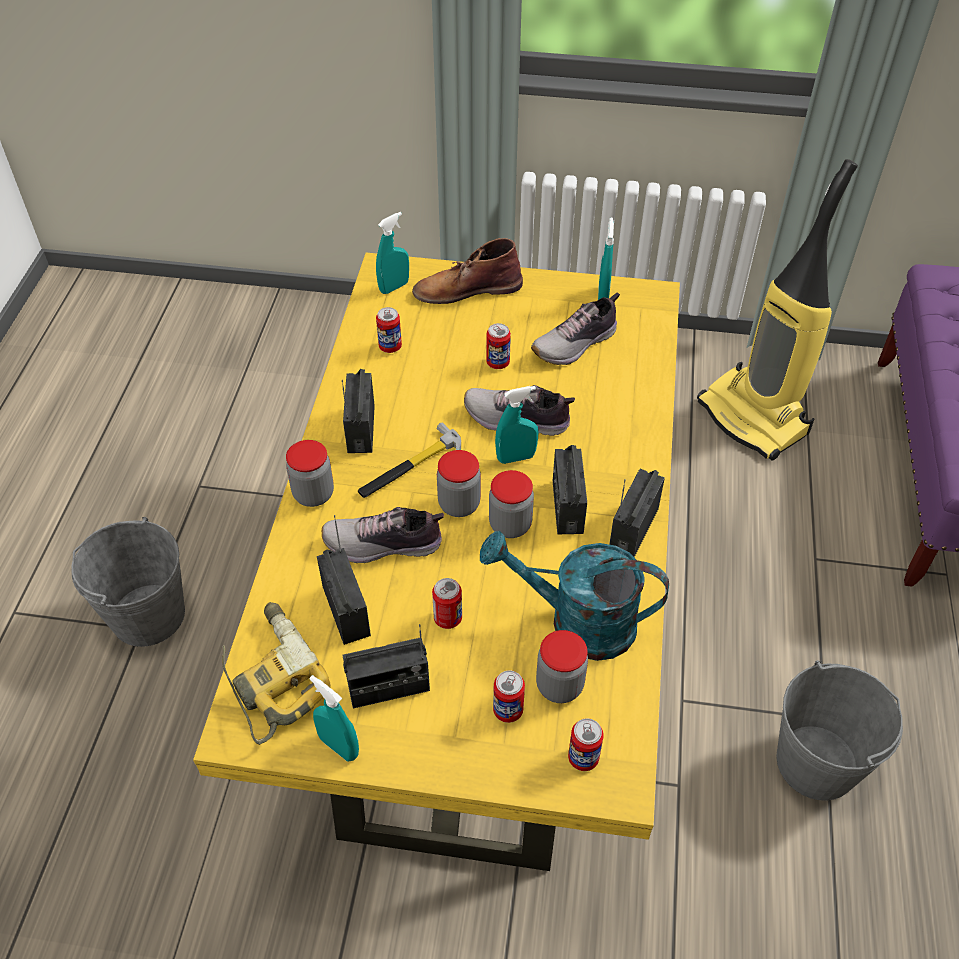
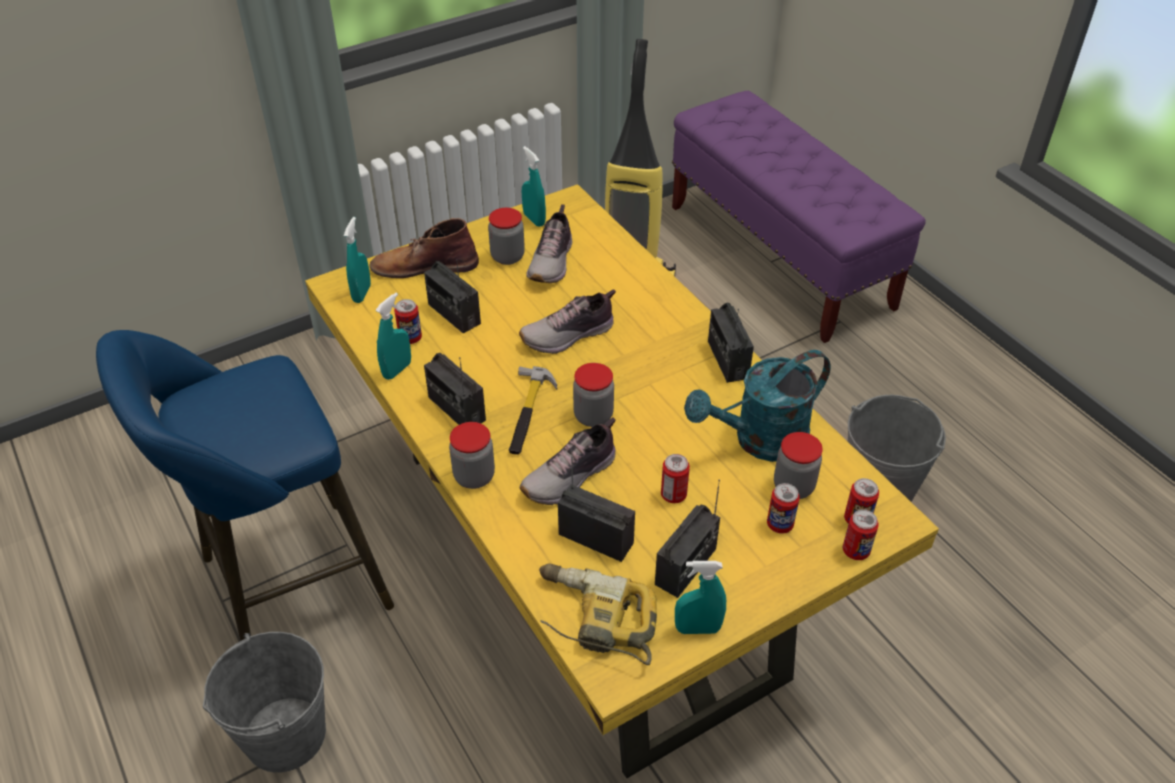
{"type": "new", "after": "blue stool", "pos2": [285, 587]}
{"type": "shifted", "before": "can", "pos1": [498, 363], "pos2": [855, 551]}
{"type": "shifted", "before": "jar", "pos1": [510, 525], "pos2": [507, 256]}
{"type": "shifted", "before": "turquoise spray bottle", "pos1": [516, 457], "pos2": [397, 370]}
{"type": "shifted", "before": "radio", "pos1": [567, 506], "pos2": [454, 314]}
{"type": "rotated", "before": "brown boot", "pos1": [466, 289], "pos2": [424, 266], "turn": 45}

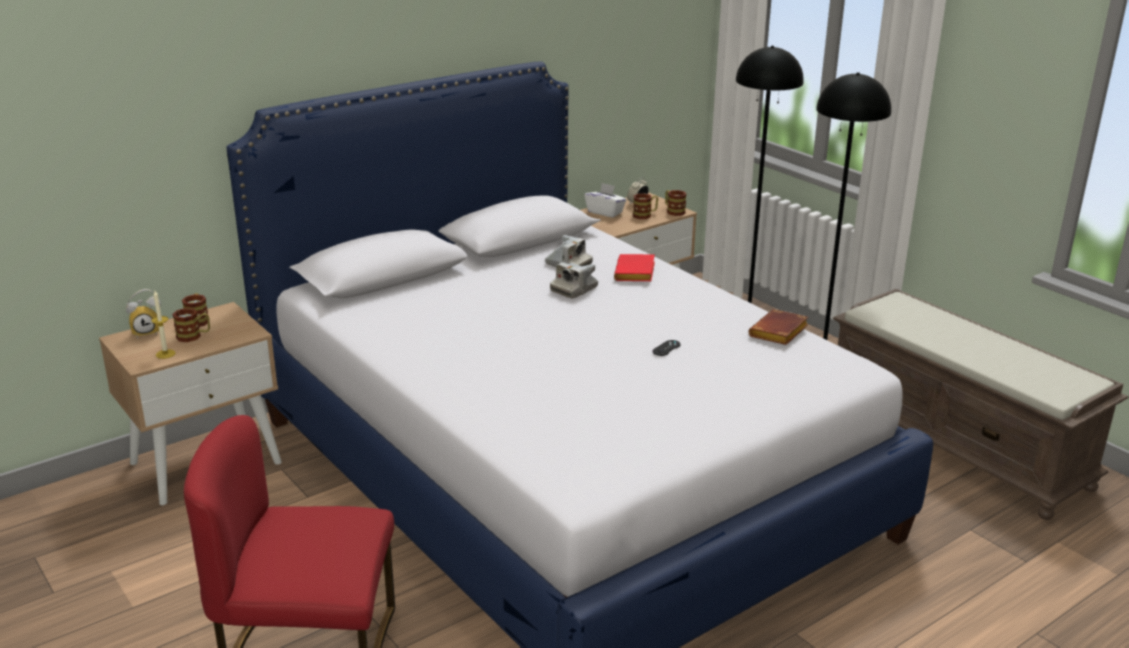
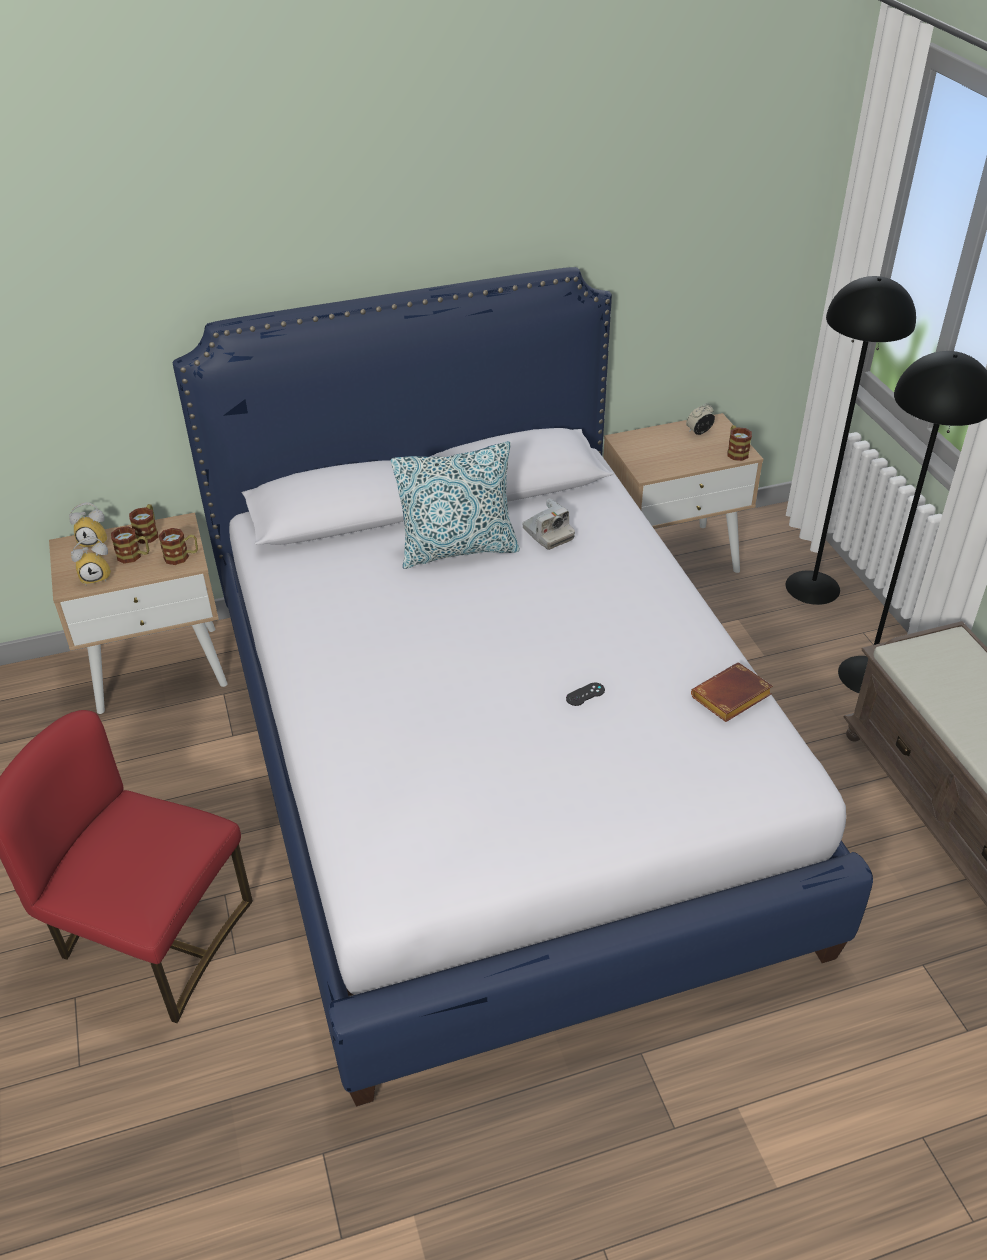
{"type": "gone", "before": "photo camera", "pos1": [574, 289]}
{"type": "gone", "before": "white tissue box", "pos1": [605, 212]}
{"type": "gone", "before": "red book", "pos1": [636, 273]}
{"type": "new", "after": "pillow", "pos2": [458, 550]}
{"type": "shifted", "before": "mug", "pos1": [645, 215], "pos2": [182, 557]}
{"type": "swapped", "before": "candle", "after": "alarm clock", "pos1": [165, 354], "pos2": [97, 576]}

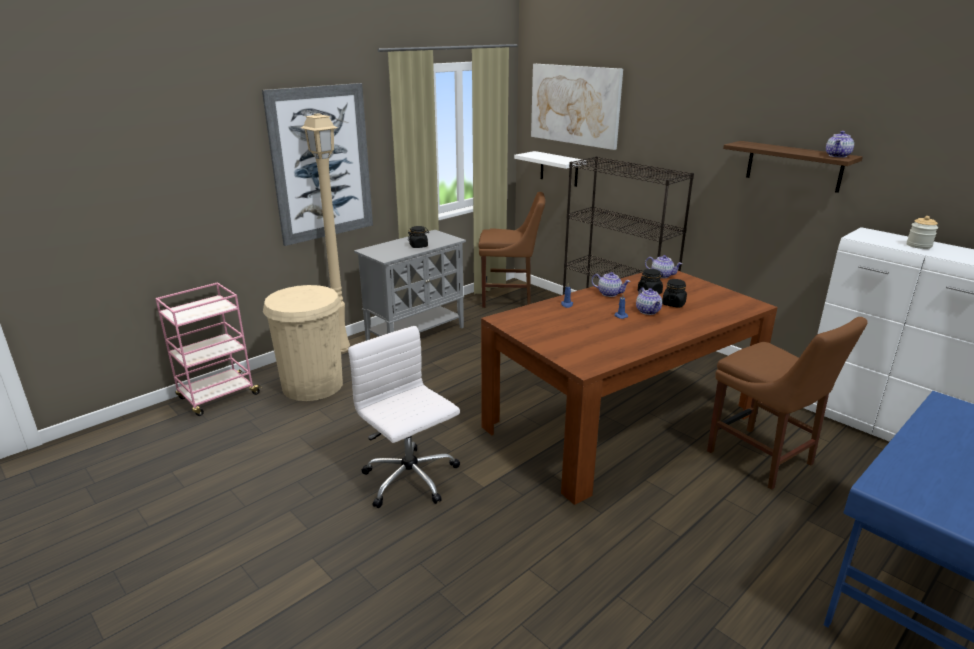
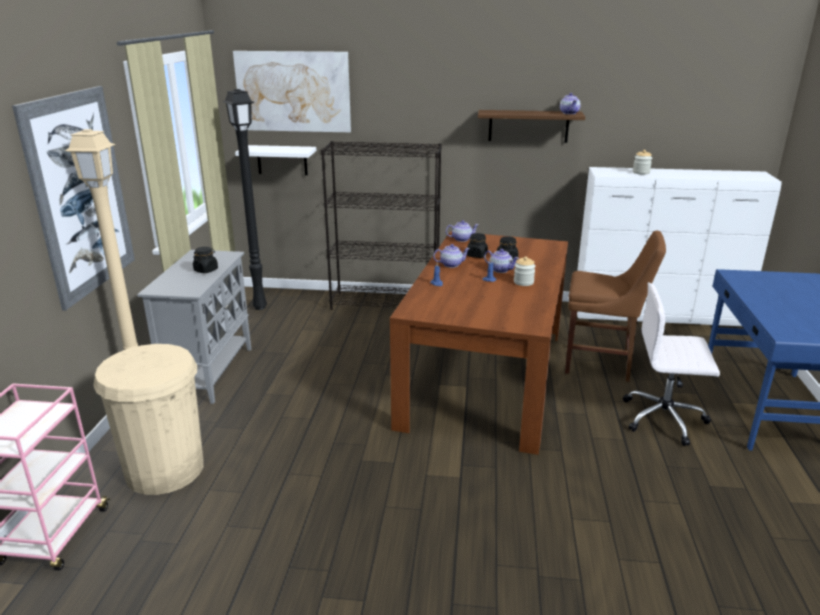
{"type": "new", "after": "jar", "pos2": [523, 282]}
{"type": "shifted", "before": "white office chair", "pos1": [411, 480], "pos2": [665, 418]}
{"type": "swapped", "before": "brown chair", "after": "black floor lamp", "pos1": [510, 299], "pos2": [261, 307]}

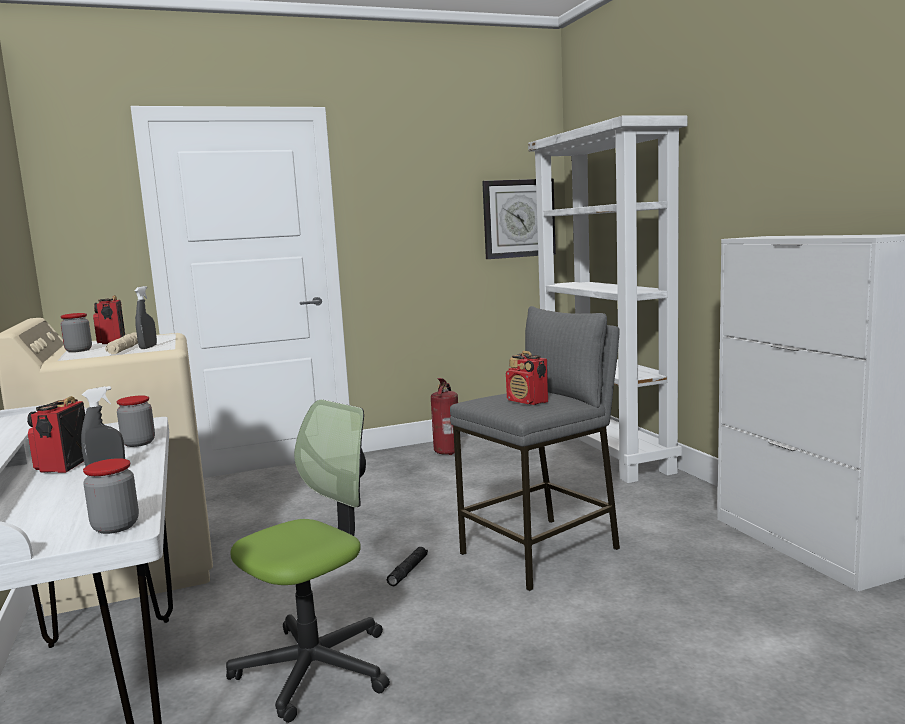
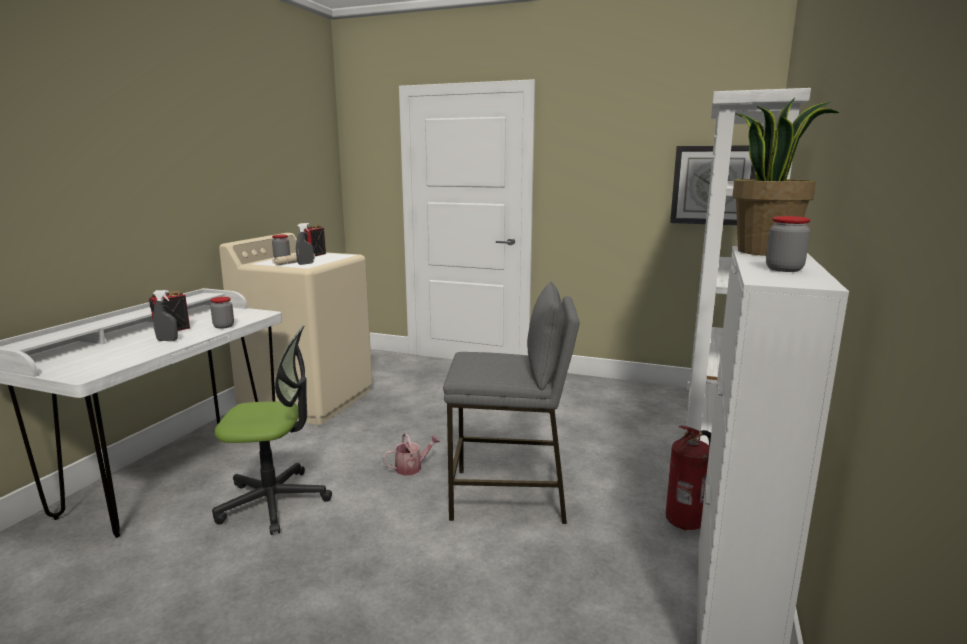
{"type": "gone", "before": "radio", "pos1": [528, 402]}
{"type": "new", "after": "potted plant", "pos2": [765, 252]}
{"type": "shifted", "before": "jar", "pos1": [115, 527], "pos2": [784, 269]}
{"type": "shifted", "before": "fire extinguisher", "pos1": [448, 451], "pos2": [686, 521]}
{"type": "swapped", "before": "black flashlight", "after": "watering can", "pos1": [408, 571], "pos2": [412, 468]}

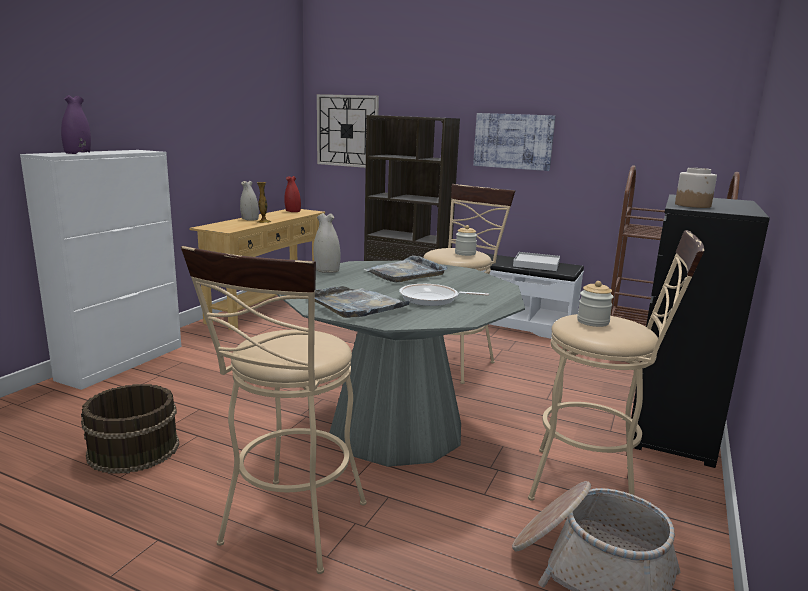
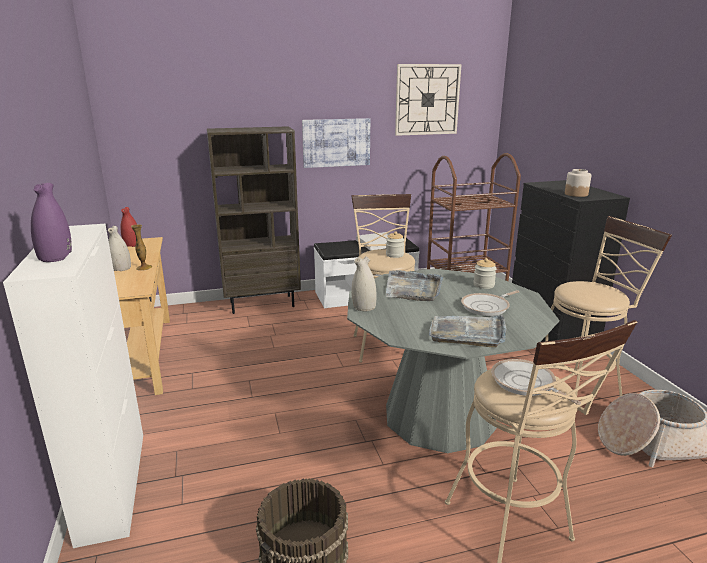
{"type": "new", "after": "frying pan", "pos2": [525, 383]}
{"type": "shifted", "before": "wall clock", "pos1": [347, 131], "pos2": [427, 100]}
{"type": "shifted", "before": "jar", "pos1": [593, 322], "pos2": [483, 285]}

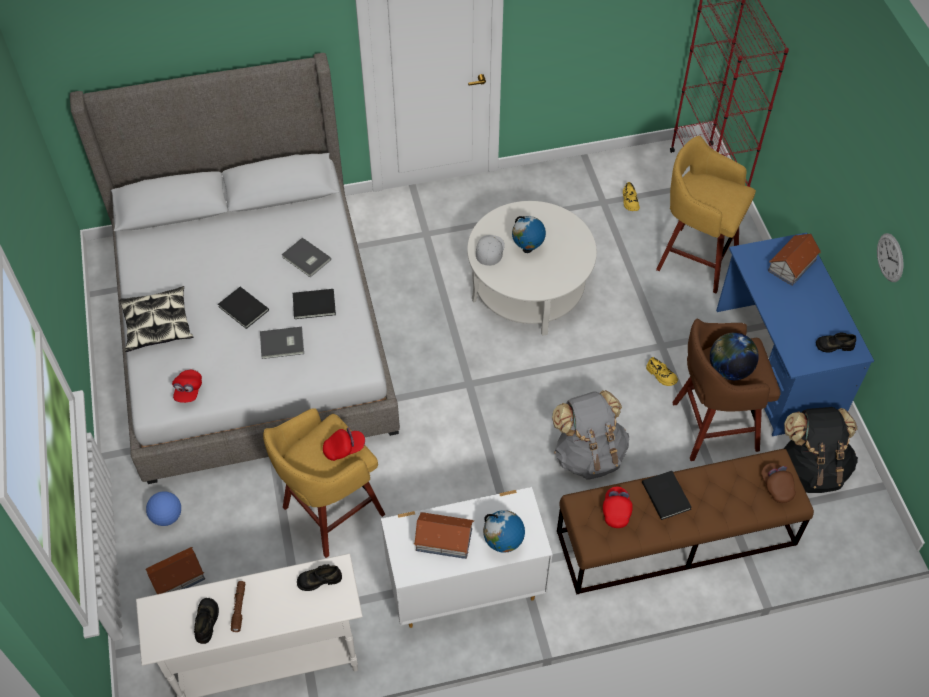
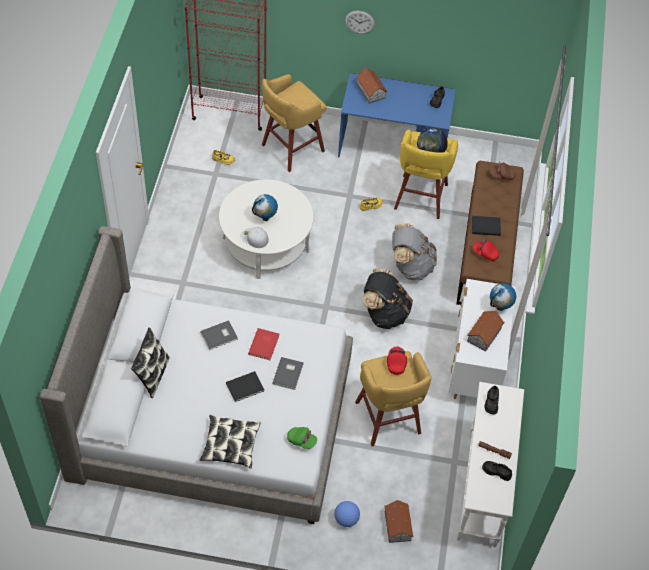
{"type": "new", "after": "pillow", "pos2": [152, 375]}
{"type": "shifted", "before": "black backpack", "pos1": [811, 469], "pos2": [385, 313]}
{"type": "shifted", "before": "wall clock", "pos1": [890, 257], "pos2": [359, 22]}
{"type": "repainted", "before": "red cap", "after": "green cap", "pos1": [188, 391], "pos2": [302, 440]}
{"type": "repainted", "before": "black book", "after": "red book", "pos1": [315, 306], "pos2": [265, 344]}
{"type": "repainted", "before": "brown stool", "after": "yellow stool", "pos1": [711, 426], "pos2": [420, 198]}

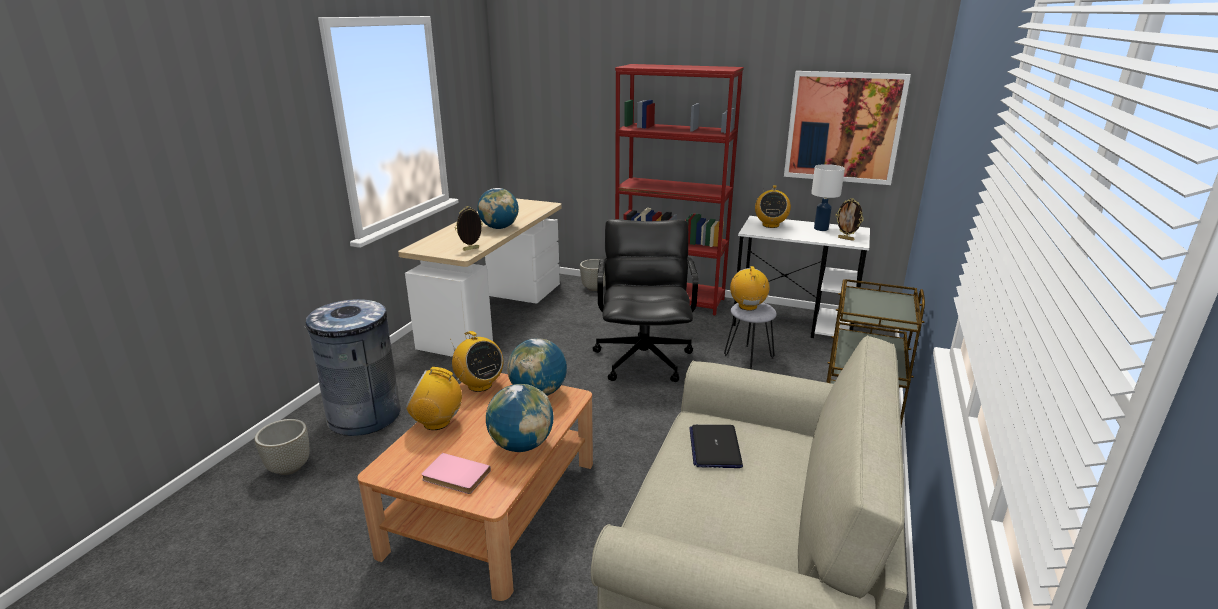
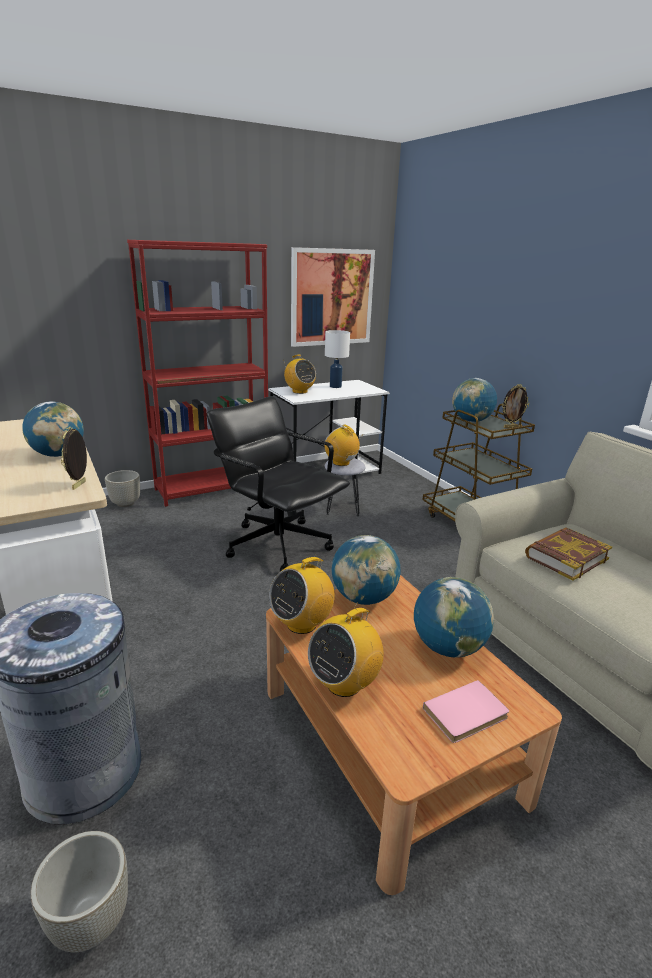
{"type": "new", "after": "globe", "pos2": [471, 421]}
{"type": "shifted", "before": "picture frame", "pos1": [846, 239], "pos2": [511, 427]}
{"type": "swapped", "before": "laptop", "after": "book", "pos1": [715, 447], "pos2": [565, 557]}
{"type": "rotated", "before": "radio", "pos1": [479, 385], "pos2": [302, 623], "turn": 135}

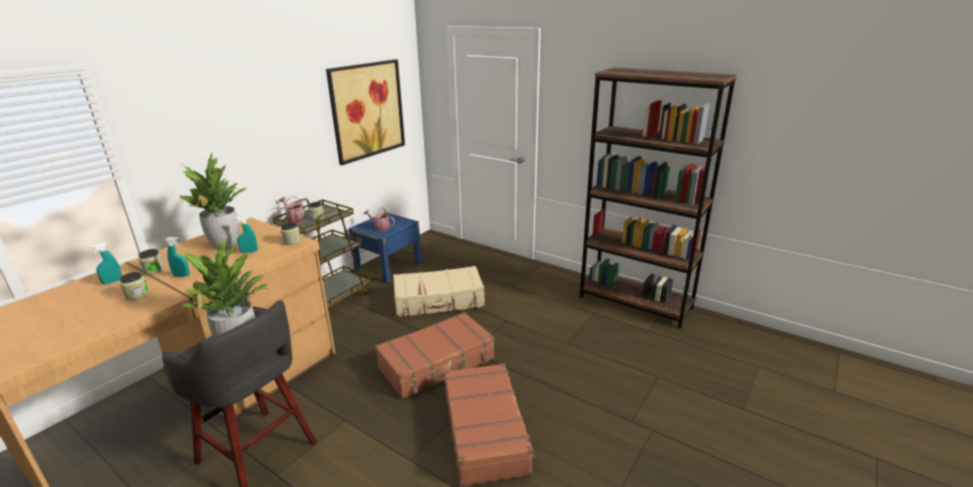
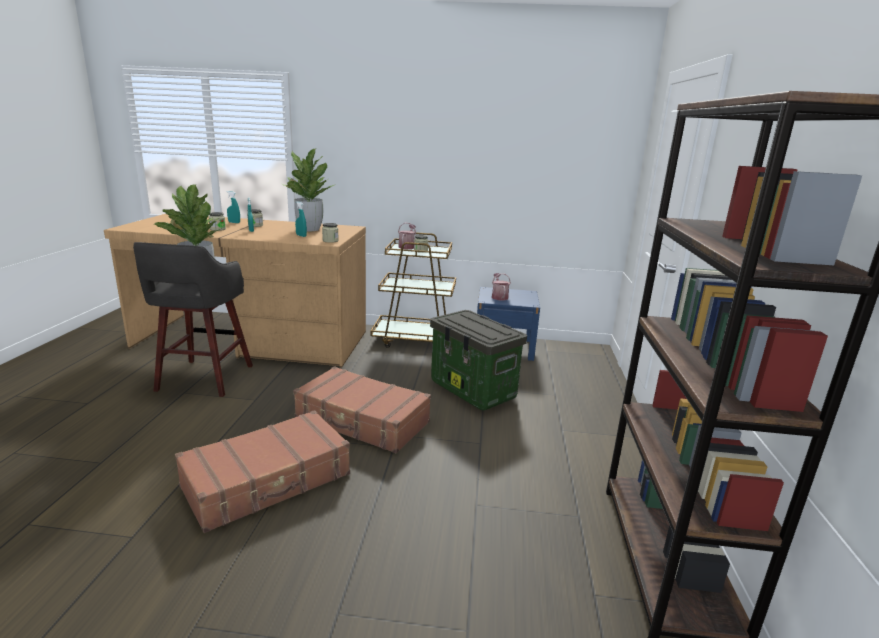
{"type": "gone", "before": "picture", "pos1": [367, 110]}
{"type": "swapped", "before": "beige suitcase", "after": "storage box", "pos1": [439, 301], "pos2": [474, 390]}

